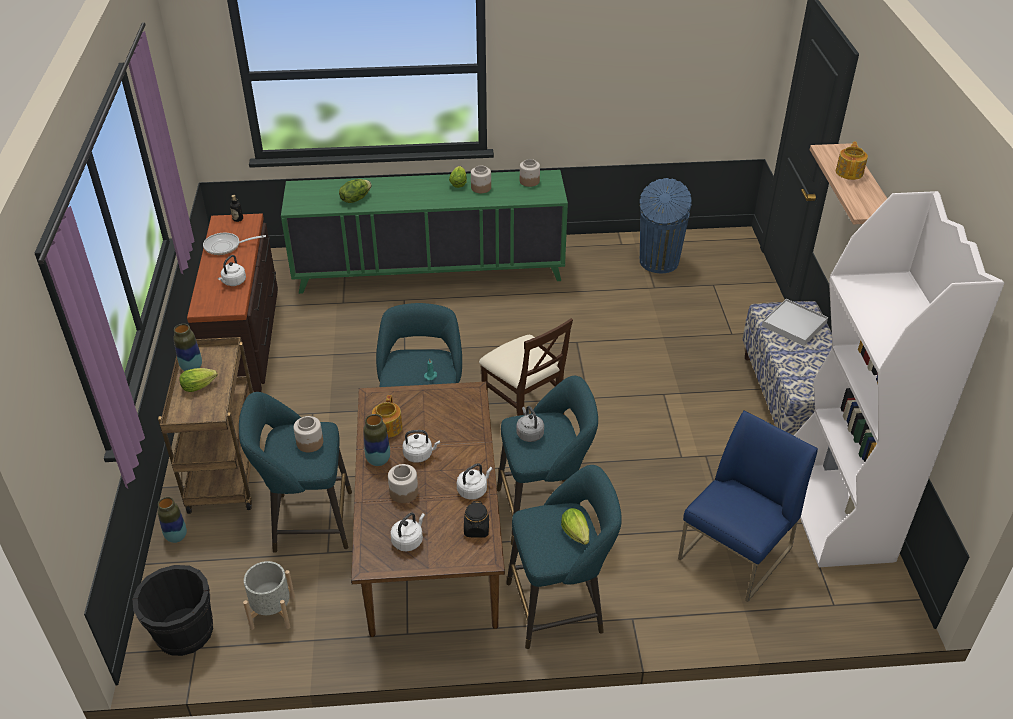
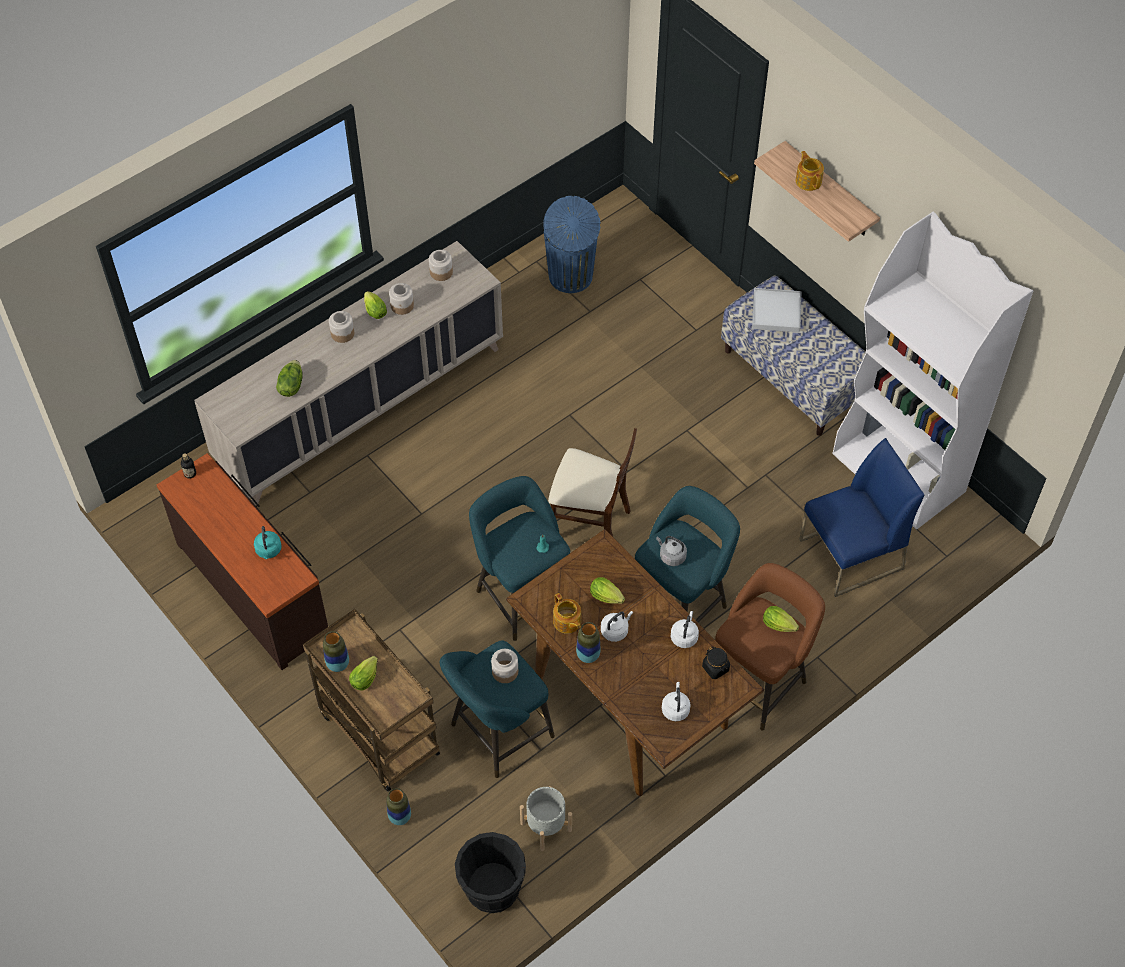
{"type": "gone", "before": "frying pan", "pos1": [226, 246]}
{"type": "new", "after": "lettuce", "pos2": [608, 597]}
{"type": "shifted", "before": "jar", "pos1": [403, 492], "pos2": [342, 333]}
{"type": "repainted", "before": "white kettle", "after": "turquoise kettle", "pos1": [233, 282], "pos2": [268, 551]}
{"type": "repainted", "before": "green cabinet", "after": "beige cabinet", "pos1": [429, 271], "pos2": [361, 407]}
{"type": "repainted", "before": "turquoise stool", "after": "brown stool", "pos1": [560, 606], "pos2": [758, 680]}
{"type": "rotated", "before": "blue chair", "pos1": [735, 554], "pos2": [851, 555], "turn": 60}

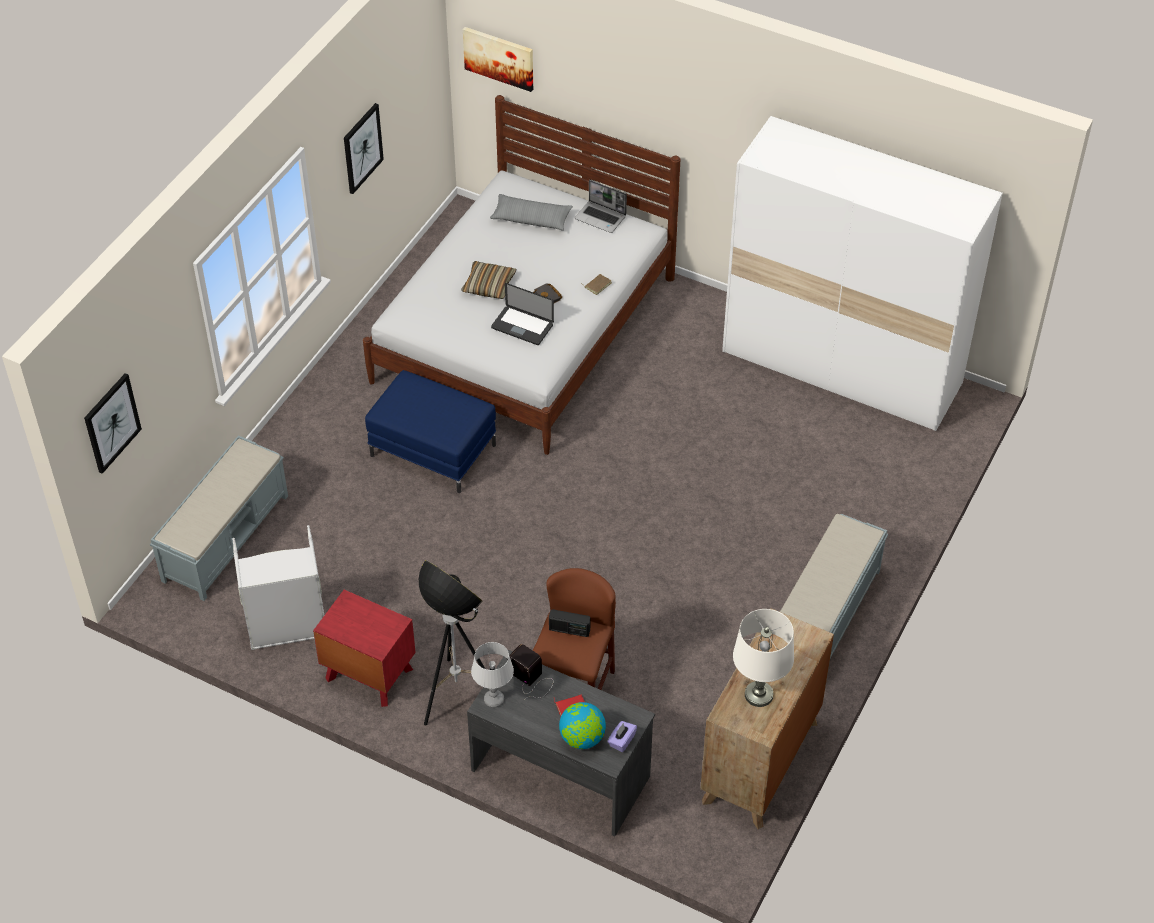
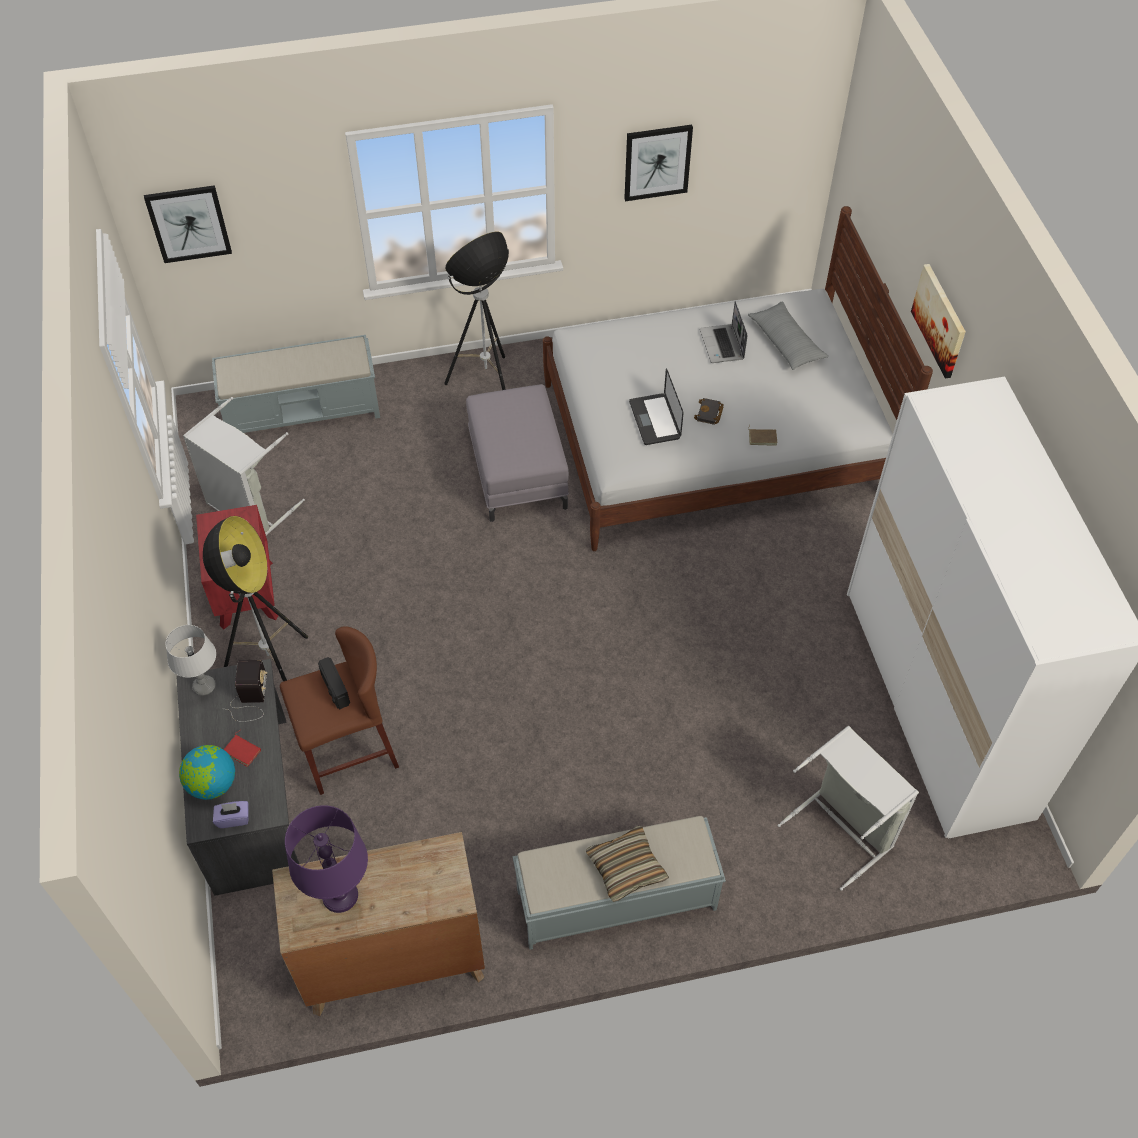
{"type": "new", "after": "floor lamp", "pos2": [487, 386]}
{"type": "new", "after": "grey laundry basket", "pos2": [843, 829]}
{"type": "shifted", "before": "pillow", "pos1": [489, 285], "pos2": [626, 868]}
{"type": "shifted", "before": "picture", "pos1": [499, 58], "pos2": [940, 320]}
{"type": "shifted", "before": "laptop", "pos1": [601, 218], "pos2": [722, 345]}
{"type": "repainted", "before": "blue ottoman", "after": "grey ottoman", "pos1": [433, 450], "pos2": [519, 472]}
{"type": "repainted", "before": "white table lamp", "after": "purple table lamp", "pos1": [759, 695], "pos2": [340, 895]}

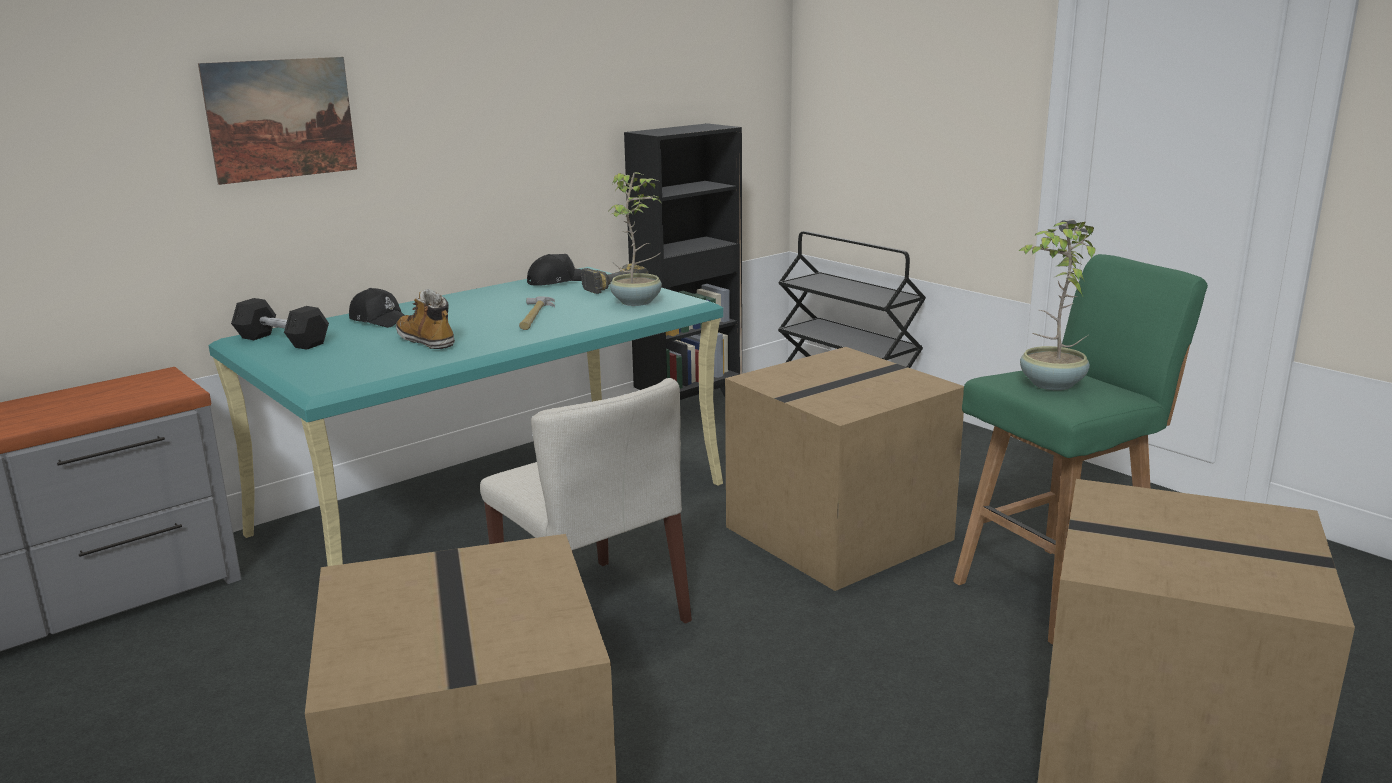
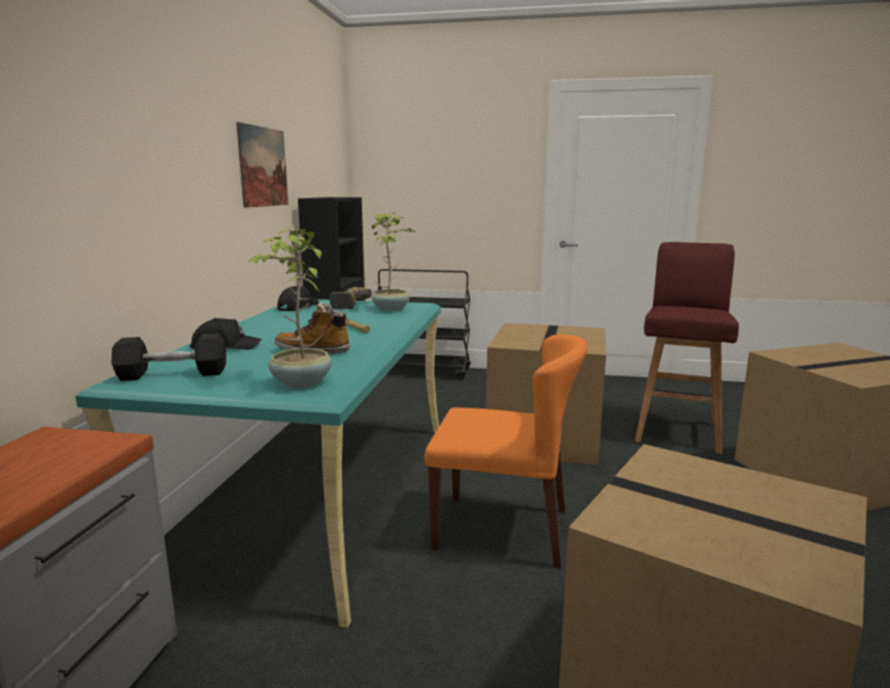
{"type": "shifted", "before": "picture", "pos1": [281, 119], "pos2": [263, 167]}
{"type": "shifted", "before": "potted plant", "pos1": [1050, 384], "pos2": [300, 383]}
{"type": "repainted", "before": "beige chair", "after": "orange chair", "pos1": [593, 611], "pos2": [503, 529]}
{"type": "repainted", "before": "green stool", "after": "red stool", "pos1": [1056, 592], "pos2": [678, 431]}

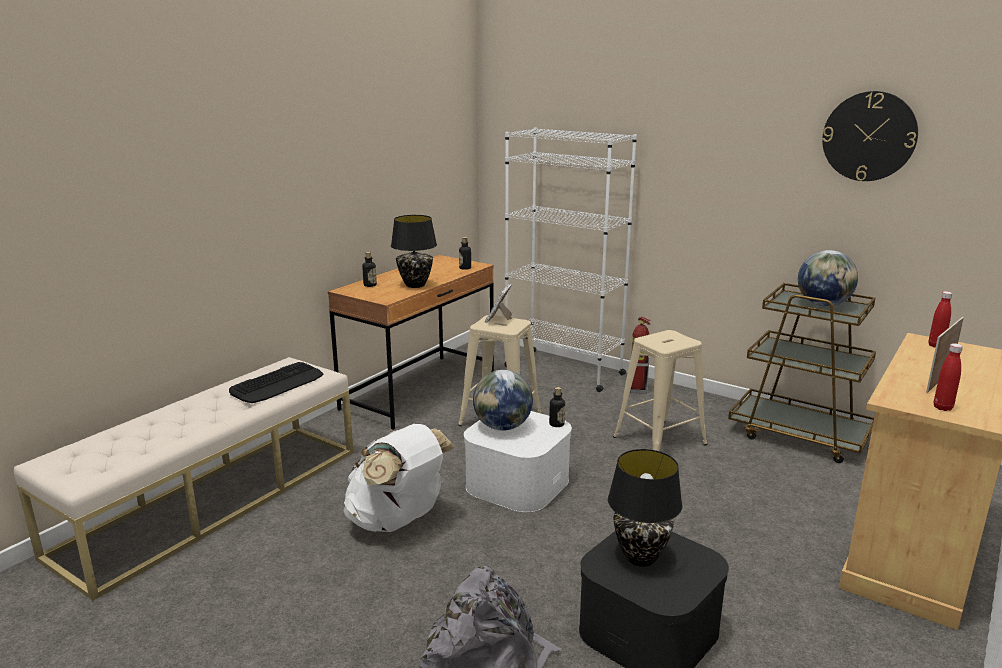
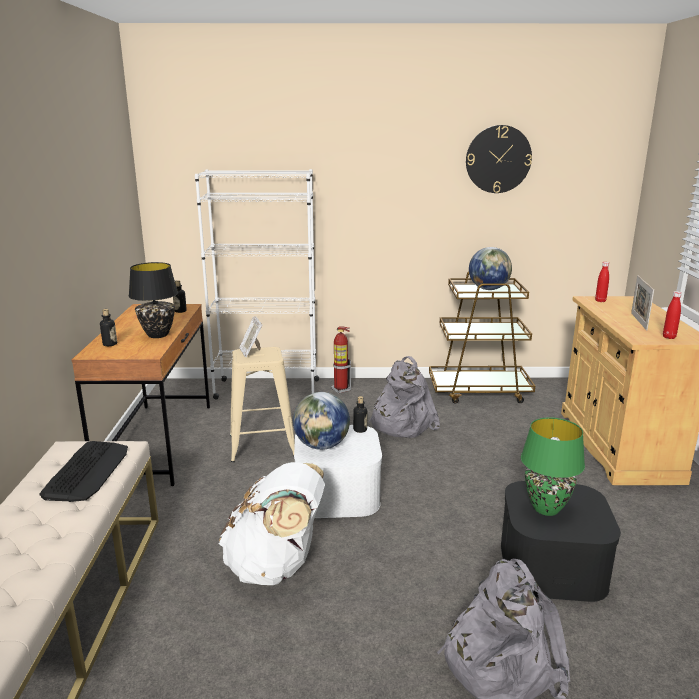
{"type": "swapped", "before": "beige stool", "after": "grey backpack", "pos1": [659, 441], "pos2": [400, 423]}
{"type": "repainted", "before": "black table lamp", "after": "green table lamp", "pos1": [640, 558], "pos2": [546, 509]}

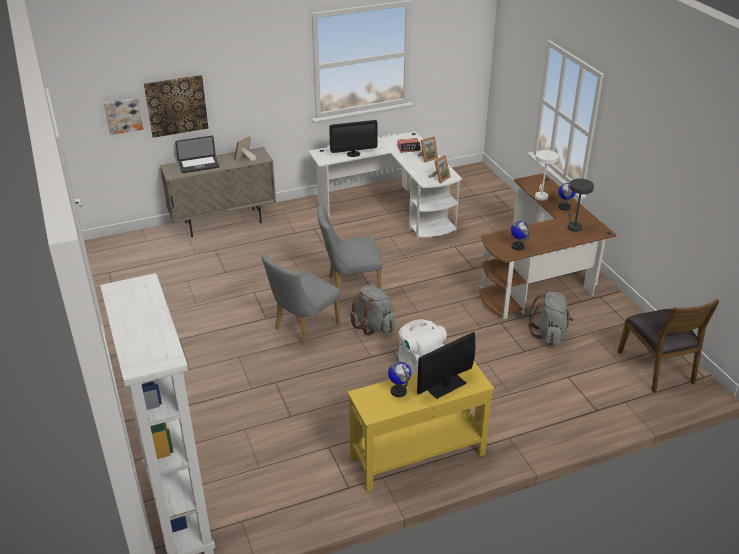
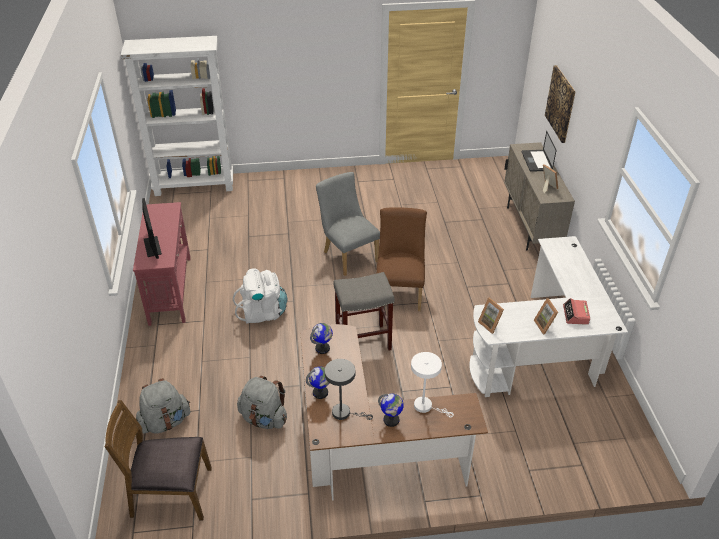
{"type": "gone", "before": "picture", "pos1": [123, 115]}
{"type": "gone", "before": "monitor", "pos1": [353, 154]}
{"type": "new", "after": "grey stool", "pos2": [364, 341]}
{"type": "shifted", "before": "grey backpack", "pos1": [373, 326], "pos2": [165, 422]}
{"type": "shifted", "before": "globe", "pos1": [398, 391], "pos2": [320, 393]}
{"type": "repainted", "before": "grey chair", "after": "brown chair", "pos1": [349, 286], "pos2": [399, 291]}
{"type": "repainted", "before": "yellow console table", "after": "red console table", "pos1": [417, 456], "pos2": [171, 289]}

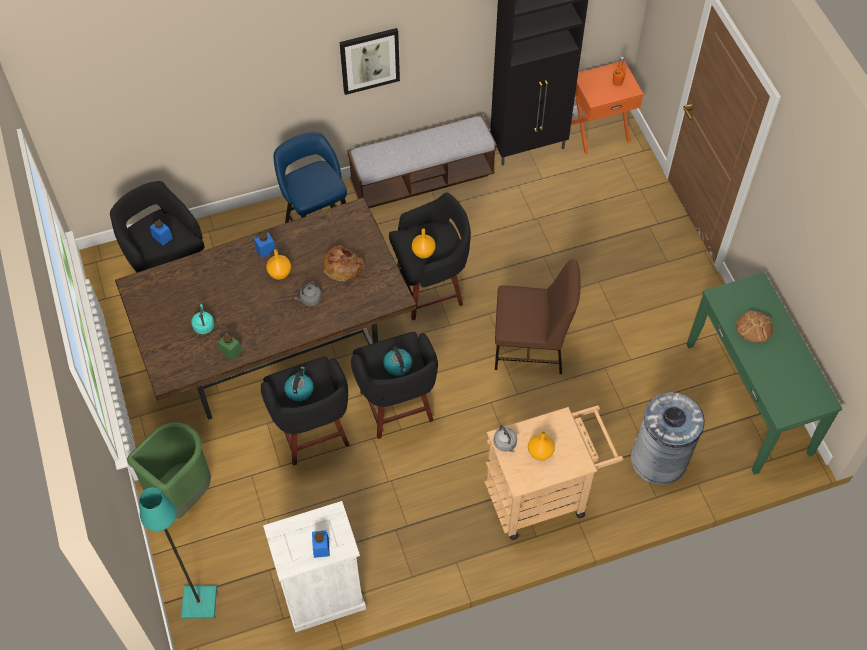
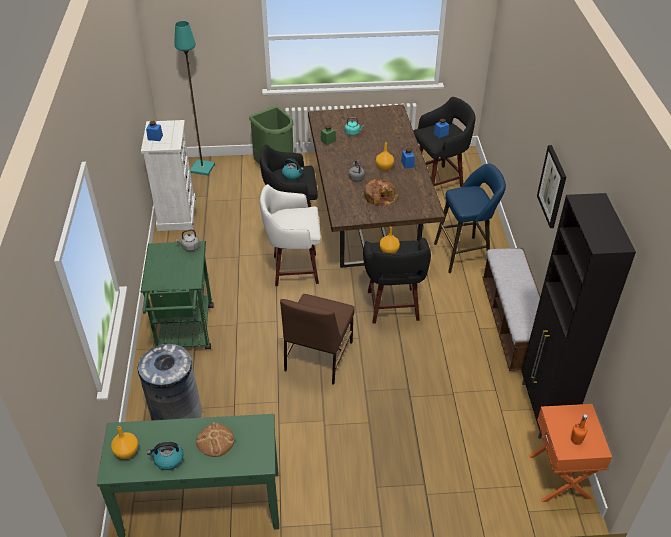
{"type": "shifted", "before": "kettle", "pos1": [398, 365], "pos2": [168, 460]}
{"type": "shifted", "before": "orange vase", "pos1": [540, 453], "pos2": [126, 452]}
{"type": "repainted", "before": "black stool", "after": "white stool", "pos1": [397, 409], "pos2": [293, 269]}
{"type": "repainted", "before": "beige cart", "after": "green cart", "pos1": [544, 495], "pos2": [185, 333]}

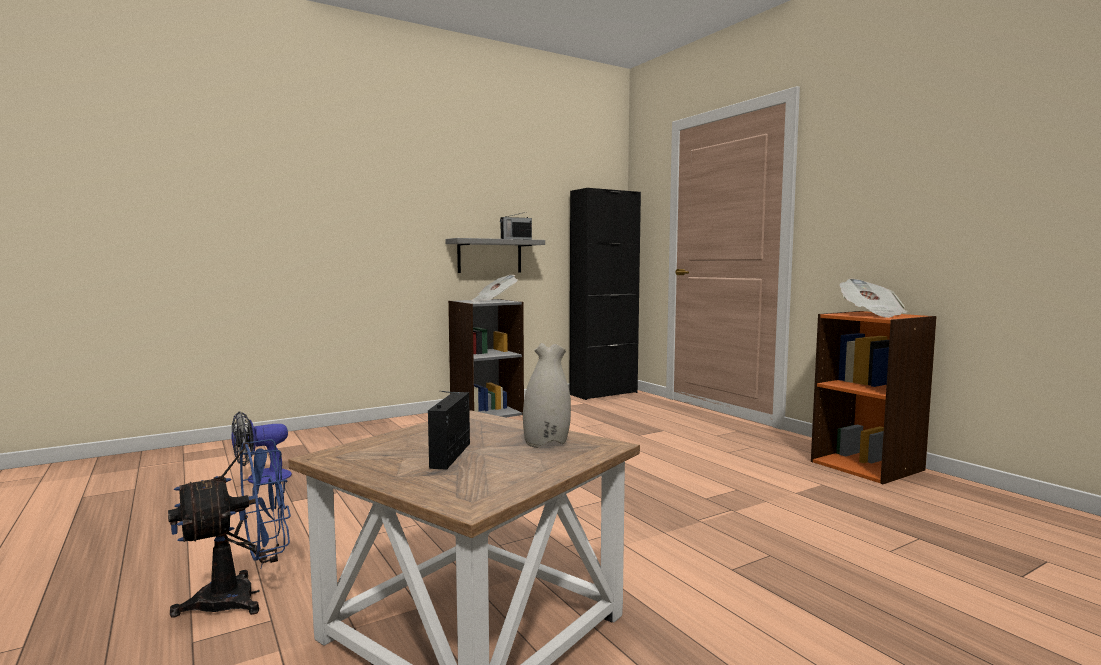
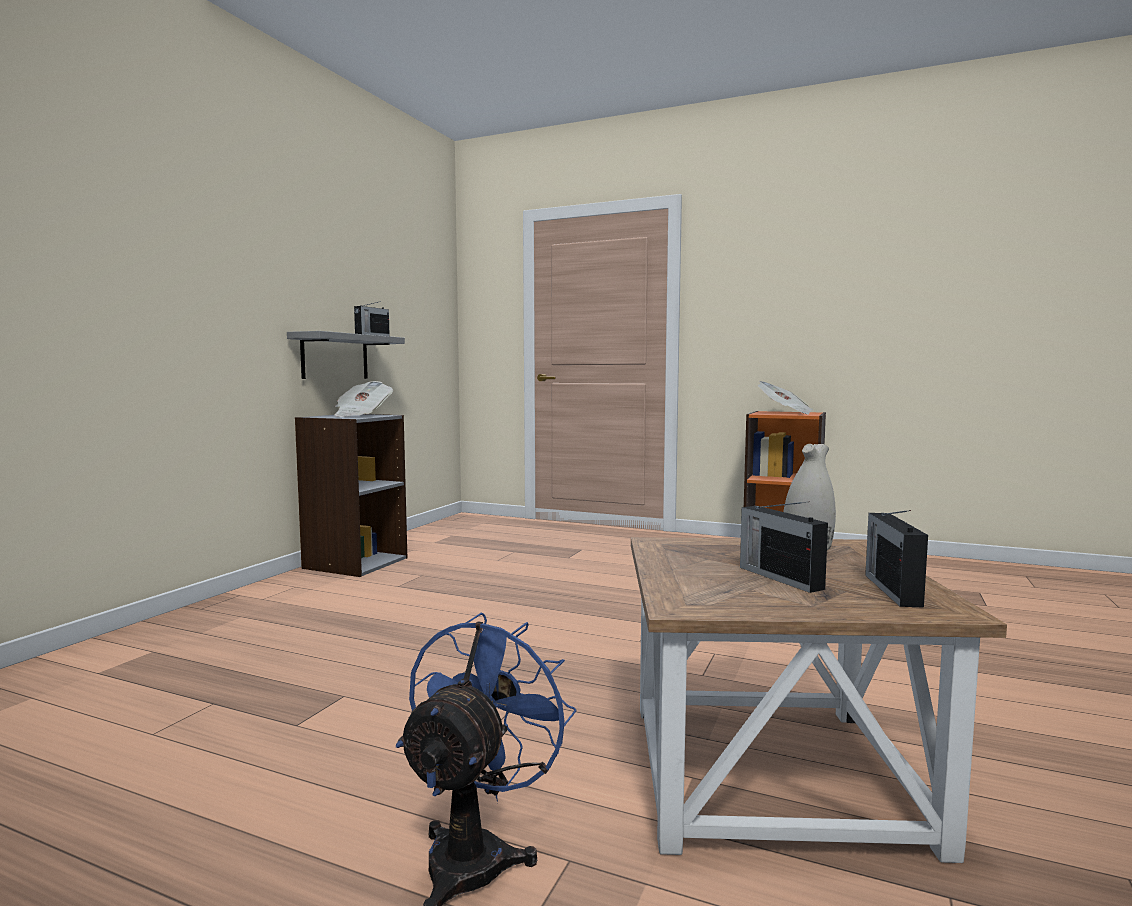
{"type": "gone", "before": "fan", "pos1": [261, 478]}
{"type": "gone", "before": "black cabinet", "pos1": [603, 393]}
{"type": "new", "after": "radio", "pos2": [892, 589]}

